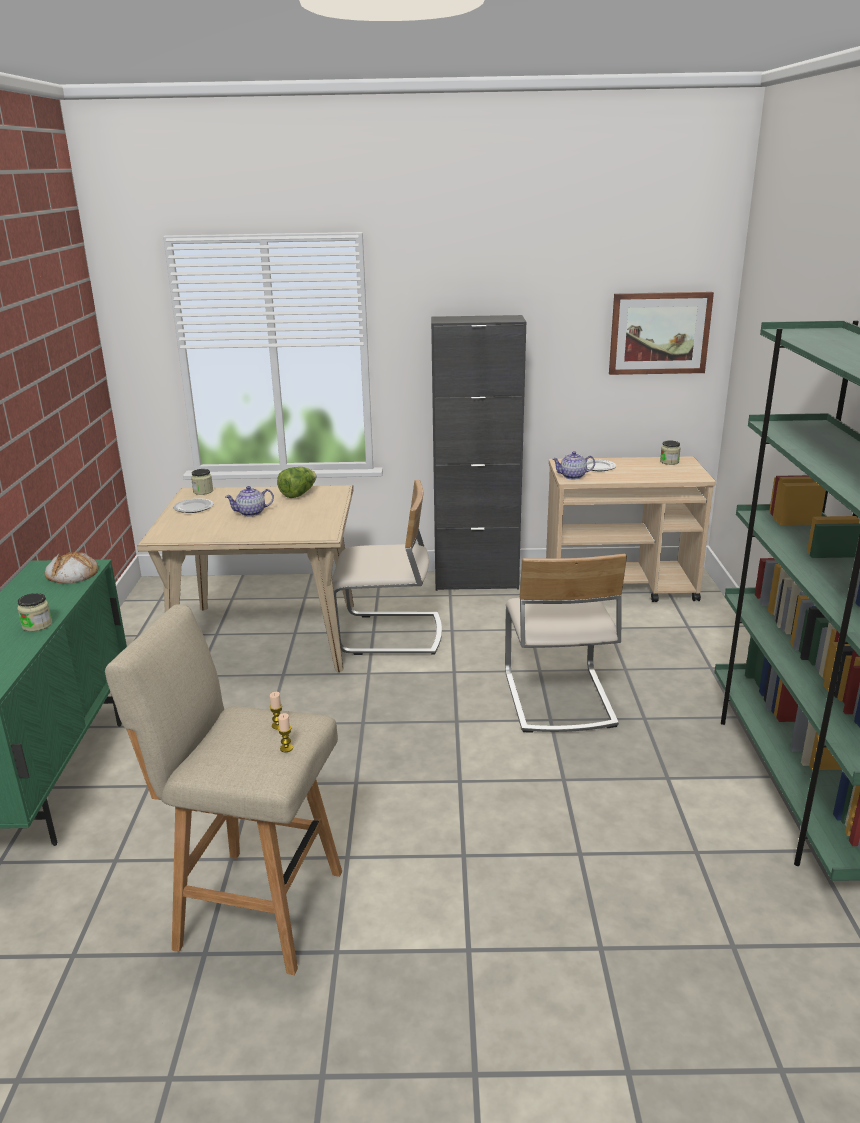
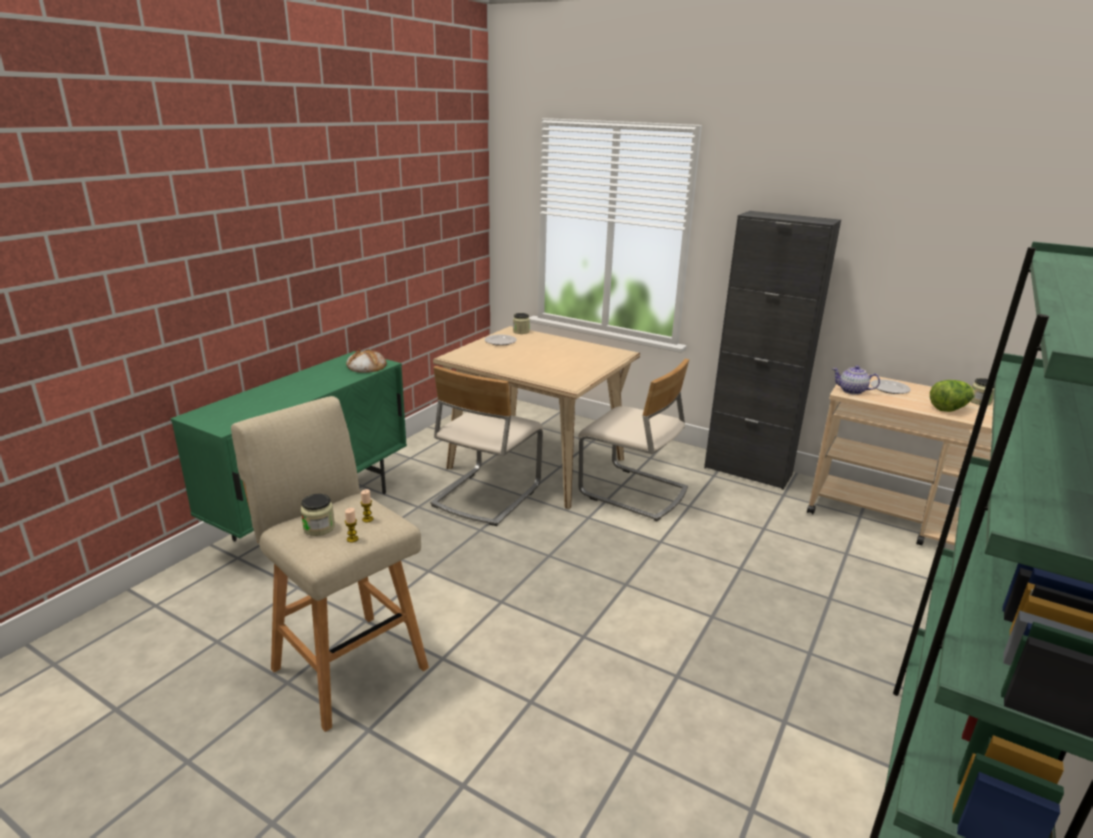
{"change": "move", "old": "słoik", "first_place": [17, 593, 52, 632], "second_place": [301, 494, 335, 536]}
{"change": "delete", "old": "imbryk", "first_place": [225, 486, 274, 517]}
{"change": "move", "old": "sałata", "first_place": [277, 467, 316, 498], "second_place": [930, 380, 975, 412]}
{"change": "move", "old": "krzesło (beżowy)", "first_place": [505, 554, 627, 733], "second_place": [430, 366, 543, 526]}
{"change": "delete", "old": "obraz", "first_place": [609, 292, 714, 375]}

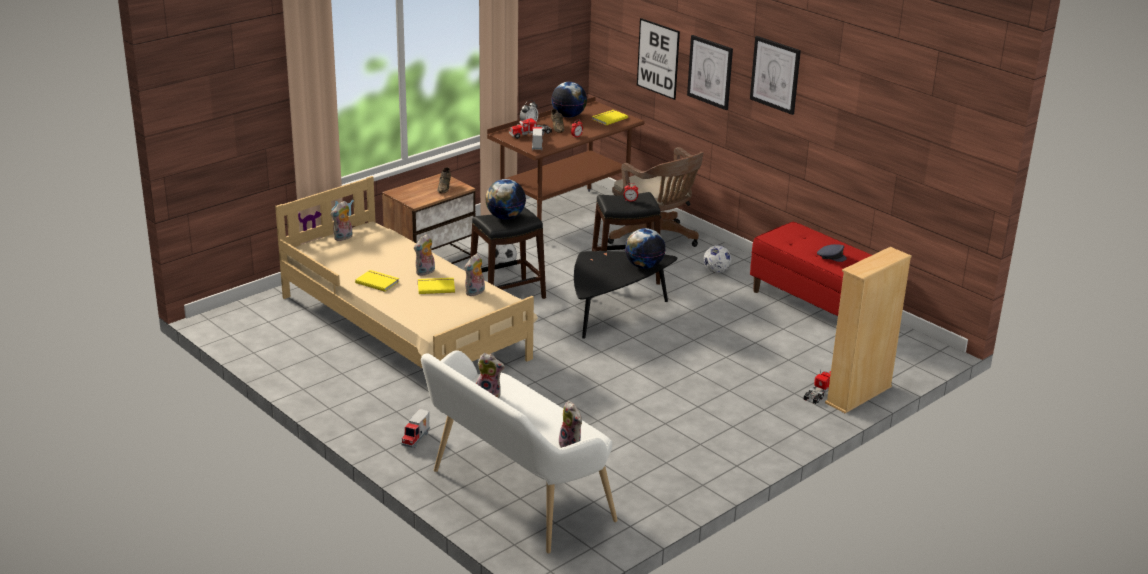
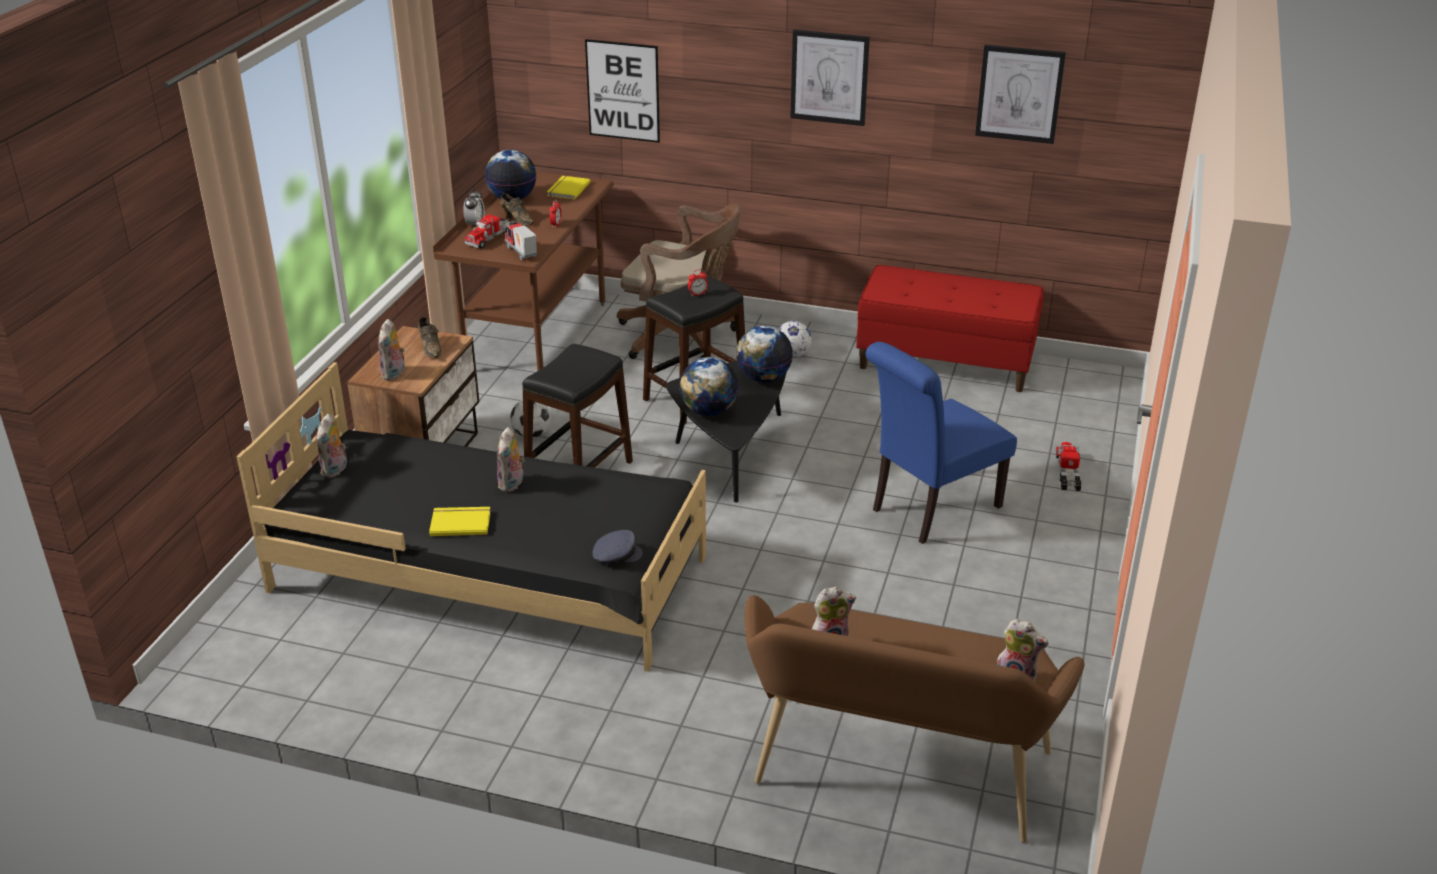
{"change": "recolor", "old": "łóżko (beżowy)", "new": "łóżko (czarny)", "first_place": [275, 176, 538, 369], "second_place": [236, 362, 706, 672]}
{"change": "delete", "old": "ciężarówka zabawkowa", "first_place": [401, 409, 430, 449]}
{"change": "delete", "old": "książka (żółty)", "first_place": [418, 278, 455, 294]}
{"change": "recolor", "old": "ławka (biały)", "new": "ławka (brązowy)", "first_place": [421, 350, 618, 554], "second_place": [745, 595, 1085, 843]}
{"change": "move", "old": "pluszak", "first_place": [464, 253, 485, 296], "second_place": [378, 319, 405, 381]}
{"change": "move", "old": "globus", "first_place": [486, 179, 526, 219], "second_place": [679, 357, 738, 416]}
{"change": "move", "old": "obraz", "first_place": [687, 35, 733, 110], "second_place": [975, 45, 1066, 144]}
{"change": "move", "old": "czapka z daszkiem (szary)", "first_place": [817, 244, 847, 262], "second_place": [592, 530, 643, 565]}
{"change": "delete", "old": "regał (beżowy)", "first_place": [825, 247, 912, 413]}
{"change": "insert", "new": "krzesło (niebieski)", "second_place": [866, 342, 1017, 544]}

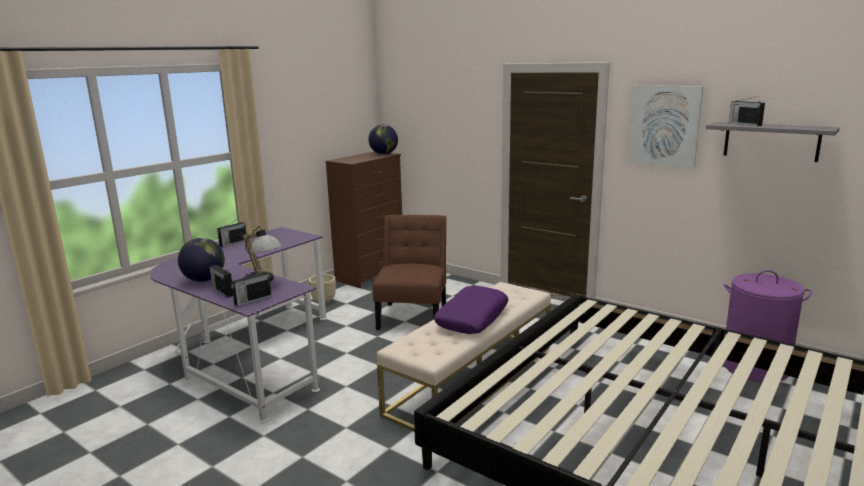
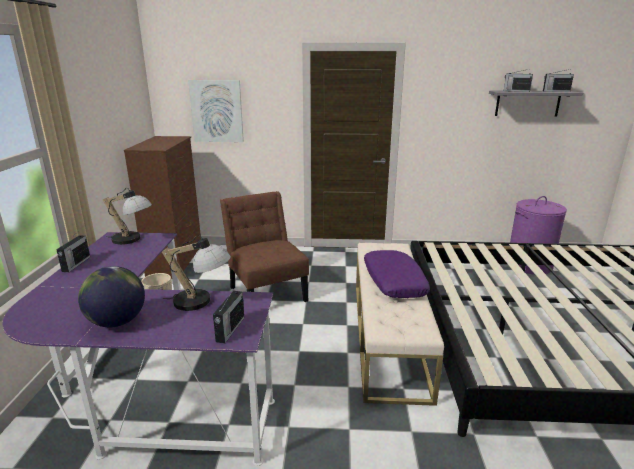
{"change": "move", "old": "radio", "first_place": [209, 265, 233, 298], "second_place": [543, 69, 574, 92]}
{"change": "delete", "old": "globus", "first_place": [369, 125, 398, 155]}
{"change": "move", "old": "obraz", "first_place": [628, 85, 704, 168], "second_place": [188, 80, 244, 142]}
{"change": "insert", "new": "lampa stołowa", "second_place": [103, 188, 152, 245]}

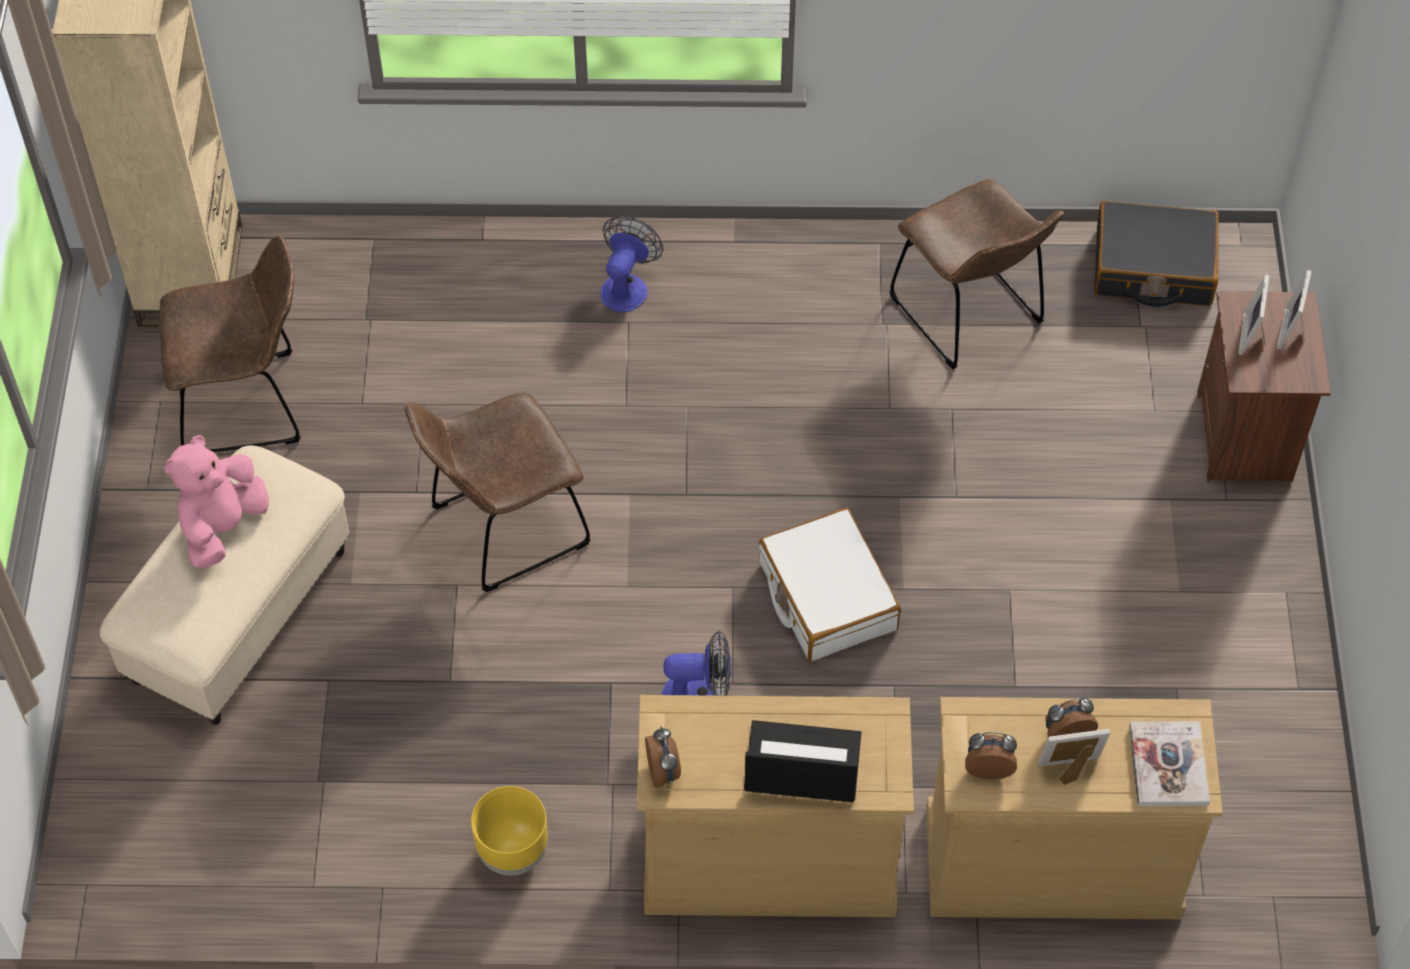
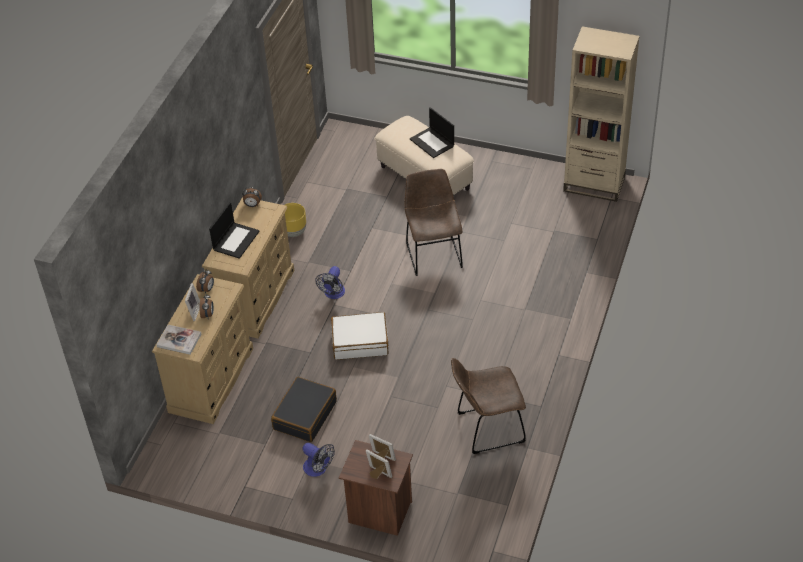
{"change": "delete", "old": "krzesło (brązowy)", "first_place": [159, 235, 301, 452]}
{"change": "replace", "old": "pluszak (różowy)", "new": "laptop", "first_place": [164, 435, 269, 569], "second_place": [410, 107, 454, 158]}
{"change": "move", "old": "wentylator", "first_place": [601, 216, 663, 312], "second_place": [302, 443, 335, 477]}
{"change": "move", "old": "walizka (czarny)", "first_place": [1094, 201, 1219, 307], "second_place": [271, 377, 337, 442]}

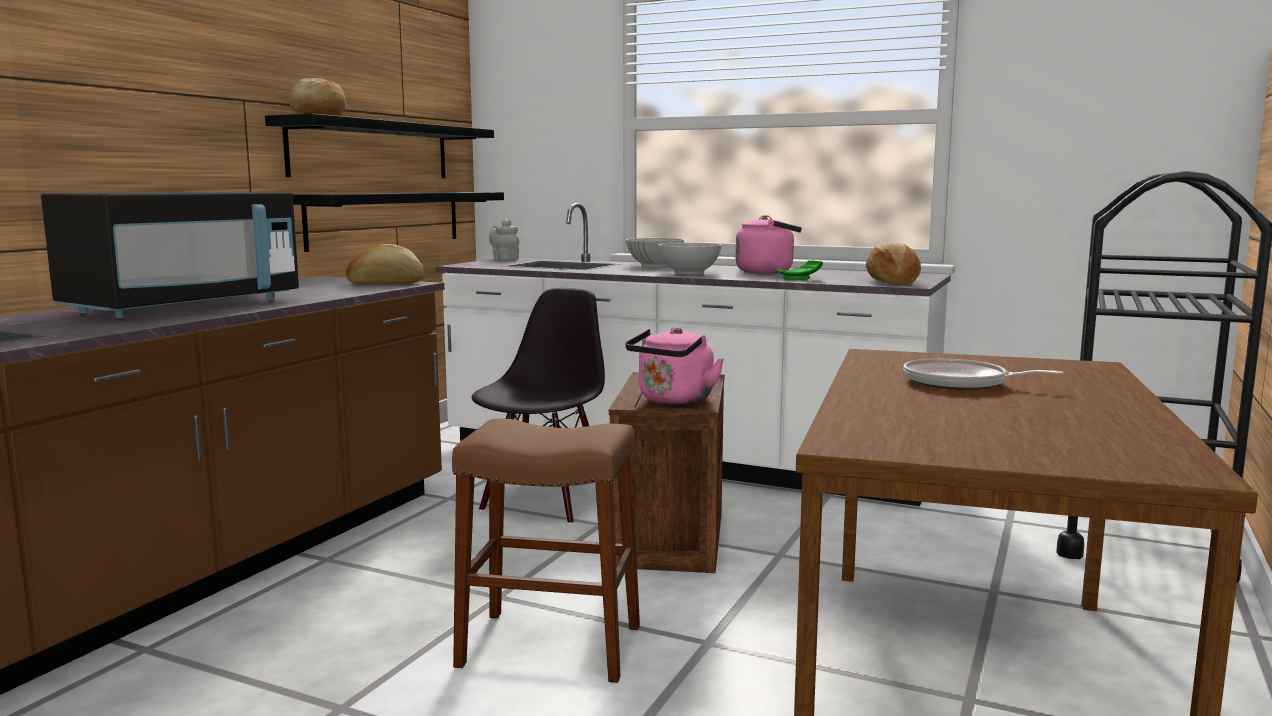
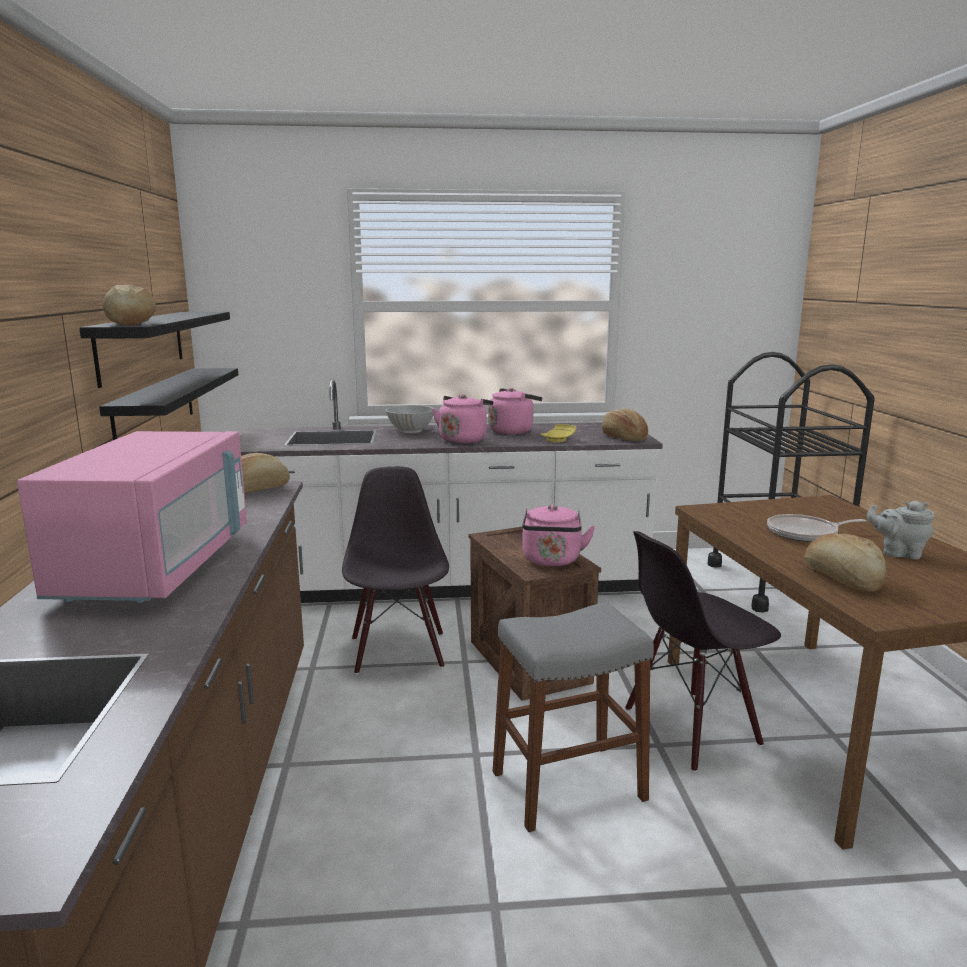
{"change": "recolor", "old": "mikrofalówka (czarny)", "new": "mikrofalówka (różowy)", "first_place": [41, 192, 299, 318], "second_place": [17, 431, 247, 603]}
{"change": "recolor", "old": "stołek (brązowy)", "new": "stołek (szary)", "first_place": [452, 418, 640, 683], "second_place": [493, 602, 654, 832]}
{"change": "move", "old": "imbryk (szary)", "first_place": [489, 219, 519, 260], "second_place": [867, 501, 935, 559]}
{"change": "replace", "old": "miska (biały)", "new": "czajnik (różowy)", "first_place": [658, 242, 722, 274], "second_place": [432, 394, 493, 444]}
{"change": "recolor", "old": "talerz (zielony)", "new": "talerz (żółty)", "first_place": [777, 260, 823, 280], "second_place": [540, 424, 576, 442]}
{"change": "insert", "new": "krzesło (czarny)", "second_place": [625, 531, 781, 772]}
{"change": "insert", "new": "chleb", "second_place": [804, 534, 886, 592]}

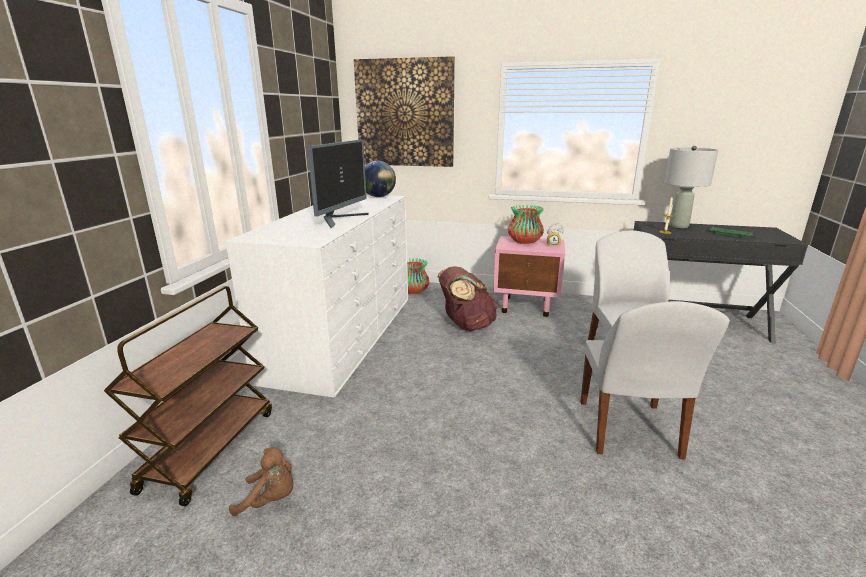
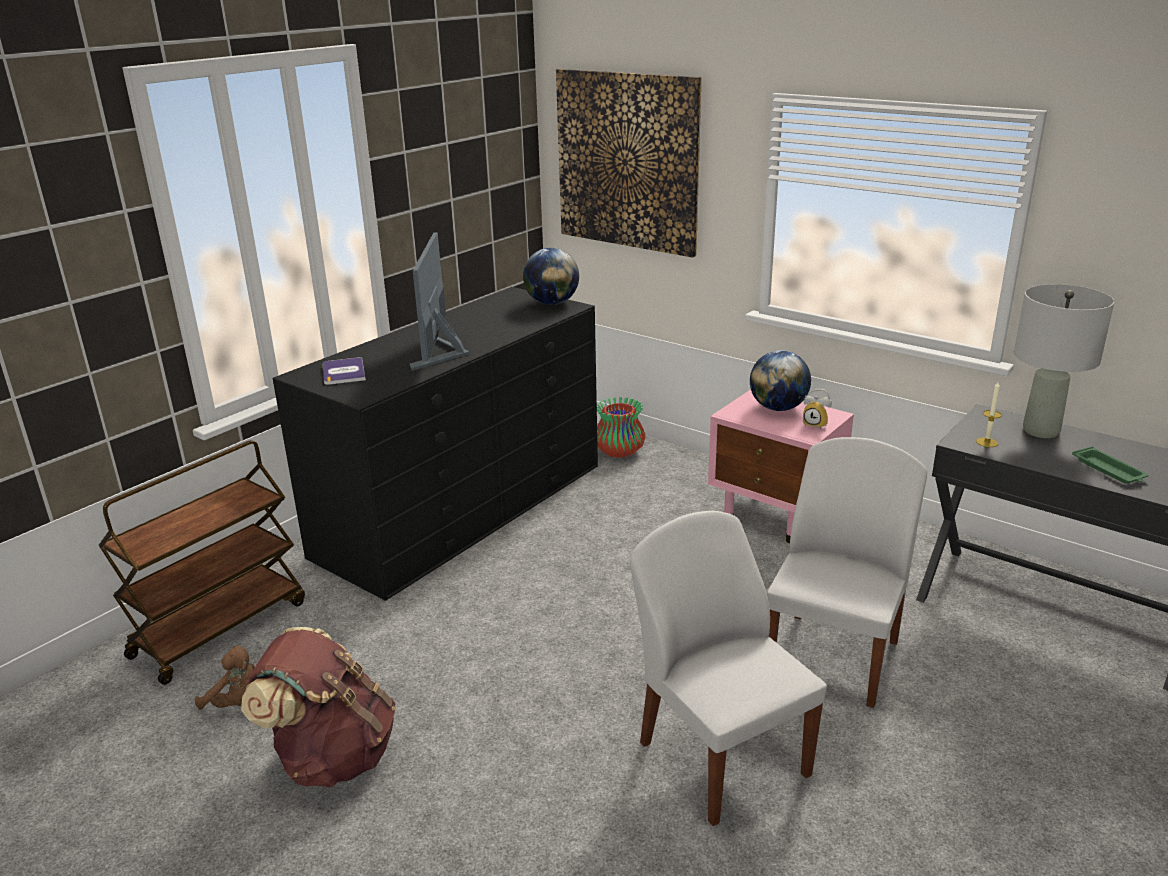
{"change": "recolor", "old": "komoda (biały)", "new": "komoda (czarny)", "first_place": [225, 194, 408, 398], "second_place": [273, 287, 598, 601]}
{"change": "rotate", "old": "monitor", "first_place": [307, 140, 369, 228], "second_place": [410, 232, 470, 371], "degrees": 135}
{"change": "move", "old": "plecak (brązowy)", "first_place": [438, 266, 498, 331], "second_place": [241, 627, 396, 787]}
{"change": "replace", "old": "wazon", "new": "globus", "first_place": [508, 205, 544, 244], "second_place": [750, 350, 811, 411]}
{"change": "rotate", "old": "krzesło (biały)", "first_place": [580, 301, 729, 460], "second_place": [630, 511, 827, 826], "degrees": 120}
{"change": "insert", "new": "książka", "second_place": [323, 357, 366, 385]}

